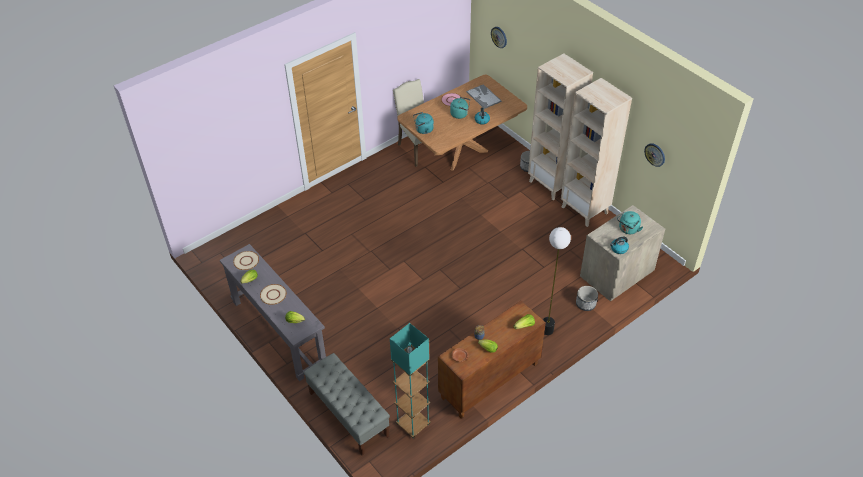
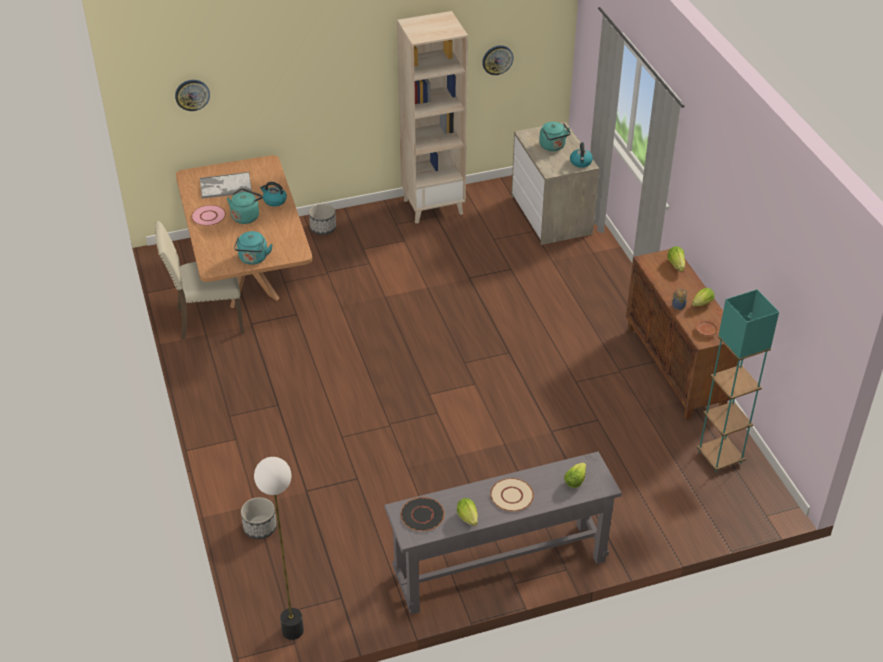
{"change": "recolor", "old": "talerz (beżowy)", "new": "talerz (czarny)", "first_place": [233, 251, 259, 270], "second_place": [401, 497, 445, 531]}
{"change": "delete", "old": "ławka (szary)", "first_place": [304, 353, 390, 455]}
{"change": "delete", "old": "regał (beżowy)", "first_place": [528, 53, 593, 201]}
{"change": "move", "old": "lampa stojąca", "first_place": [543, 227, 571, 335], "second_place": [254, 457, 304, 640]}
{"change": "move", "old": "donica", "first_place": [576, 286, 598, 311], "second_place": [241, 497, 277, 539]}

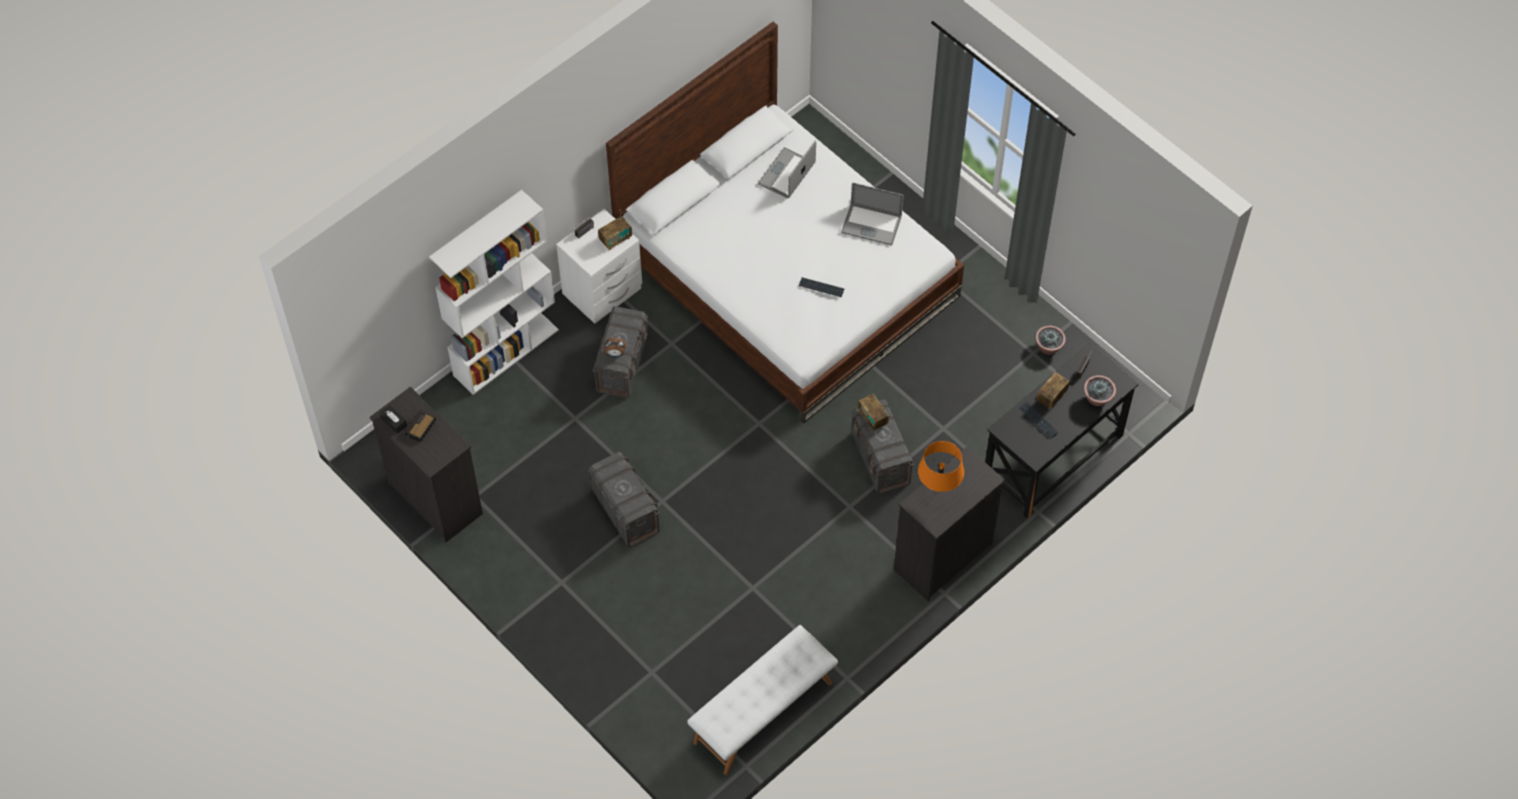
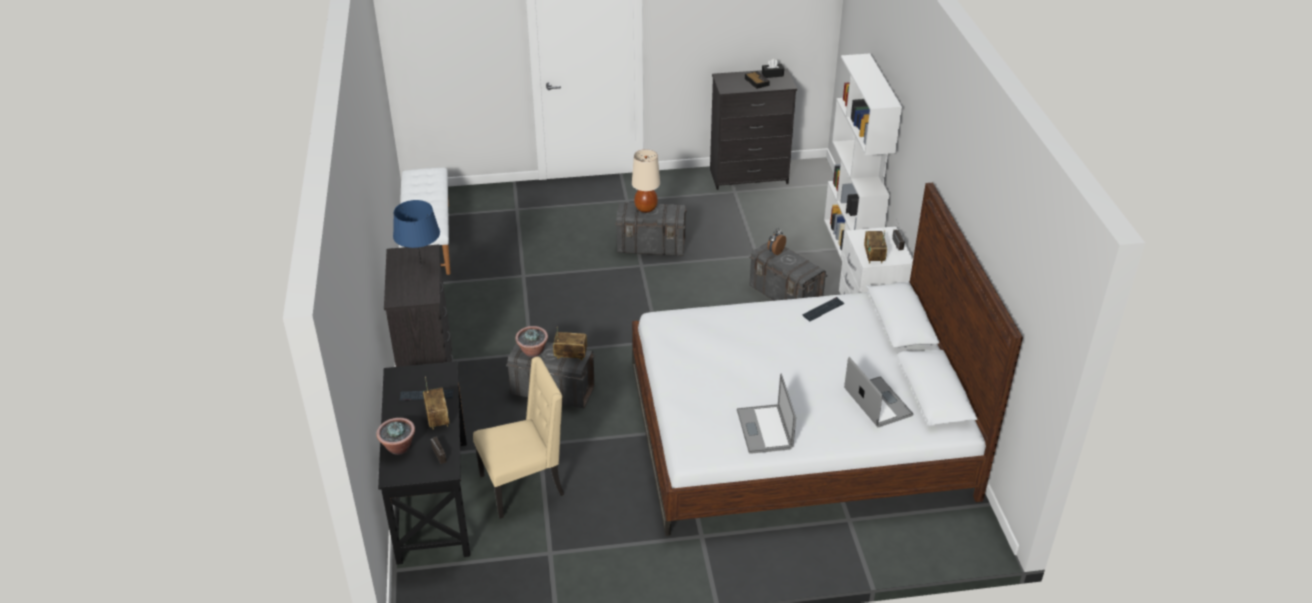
{"change": "move", "old": "klawiatura", "first_place": [798, 277, 844, 297], "second_place": [803, 297, 844, 321]}
{"change": "rotate", "old": "laptop", "first_place": [841, 182, 903, 246], "second_place": [737, 374, 796, 454], "degrees": -60}
{"change": "recolor", "old": "lampa stołowa (pomarańczowy)", "new": "lampa stołowa (niebieski)", "first_place": [918, 441, 964, 492], "second_place": [393, 200, 440, 268]}
{"change": "move", "old": "roślina doniczkowa", "first_place": [1035, 325, 1066, 355], "second_place": [515, 326, 548, 357]}
{"change": "insert", "new": "krzesło (beżowy)", "second_place": [473, 357, 564, 519]}
{"change": "insert", "new": "lampa stołowa (beżowy)", "second_place": [632, 149, 660, 213]}

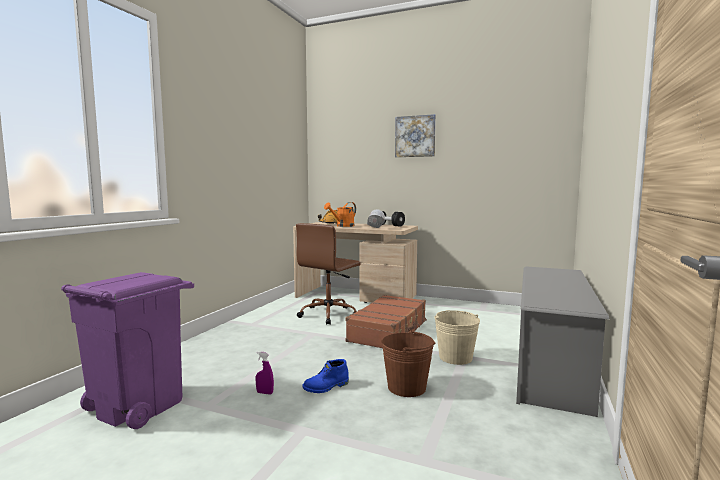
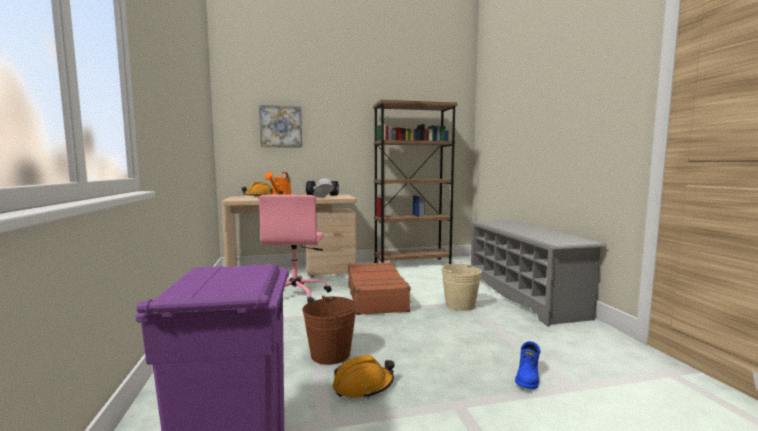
{"change": "replace", "old": "spryskiwacz (fioletowy)", "new": "kask (pomarańczowy)", "first_place": [255, 351, 274, 394], "second_place": [333, 355, 395, 399]}
{"change": "recolor", "old": "krzesło biurowe (brązowy)", "new": "krzesło biurowe (różowy)", "first_place": [296, 223, 360, 325], "second_place": [259, 194, 332, 303]}
{"change": "move", "old": "but z cholewką (niebieski)", "first_place": [302, 359, 349, 393], "second_place": [515, 341, 540, 389]}
{"change": "move", "old": "wiadro (brązowy)", "first_place": [381, 330, 436, 397], "second_place": [302, 296, 357, 365]}
{"change": "move", "old": "obraz", "first_place": [395, 114, 436, 157], "second_place": [259, 105, 302, 148]}
{"change": "insert", "new": "regał (brązowy)", "second_place": [373, 100, 458, 266]}

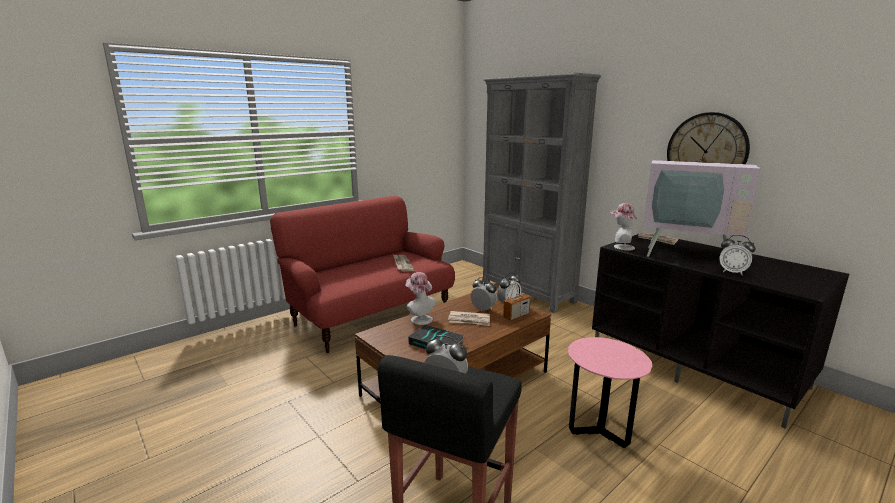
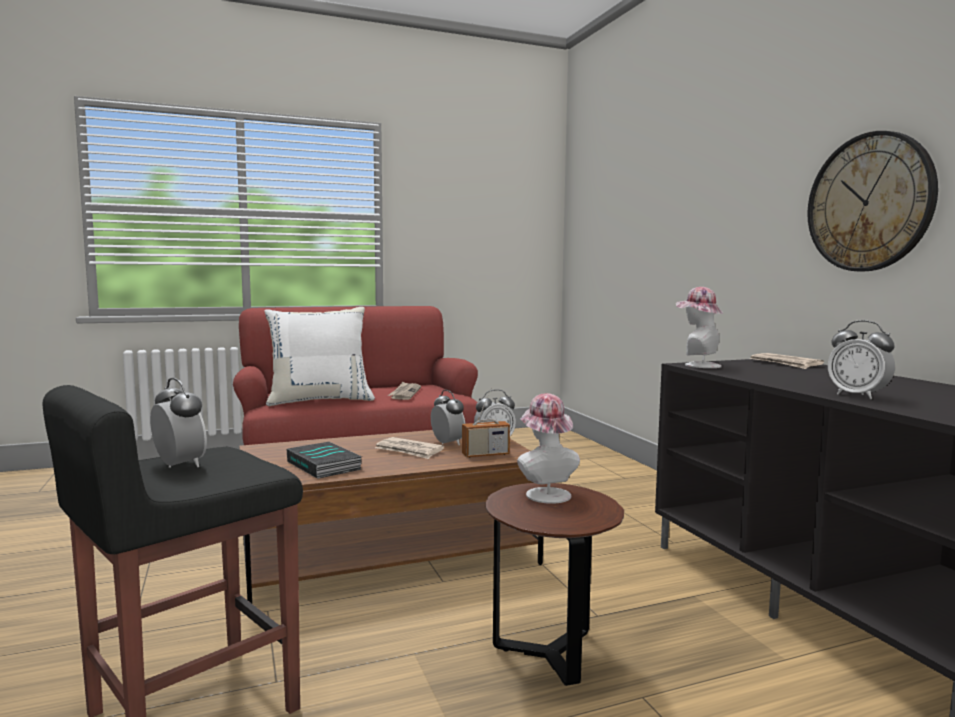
{"change": "move", "old": "kapelusz", "first_place": [405, 272, 435, 325], "second_place": [517, 393, 580, 504]}
{"change": "delete", "old": "regał (szary)", "first_place": [482, 73, 601, 313]}
{"change": "recolor", "old": "stolik (różowy)", "new": "stolik (brązowy)", "first_place": [568, 337, 652, 448], "second_place": [486, 483, 624, 686]}
{"change": "delete", "old": "telewizor", "first_place": [643, 123, 760, 257]}
{"change": "insert", "new": "poduszka (biały)", "second_place": [264, 307, 375, 406]}

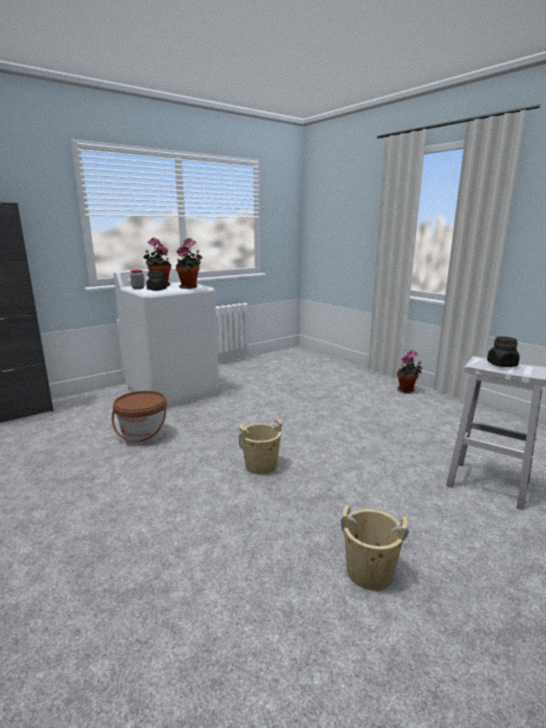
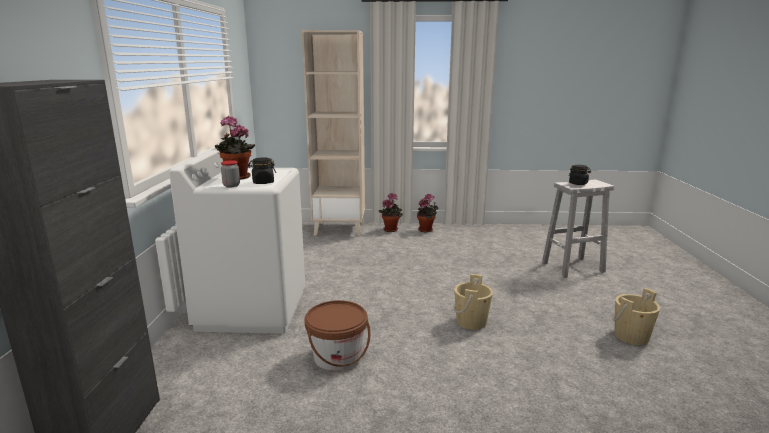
{"change": "move", "old": "roślina doniczkowa", "first_place": [176, 238, 203, 289], "second_place": [379, 193, 403, 232]}
{"change": "insert", "new": "regał (beżowy)", "second_place": [302, 30, 365, 236]}

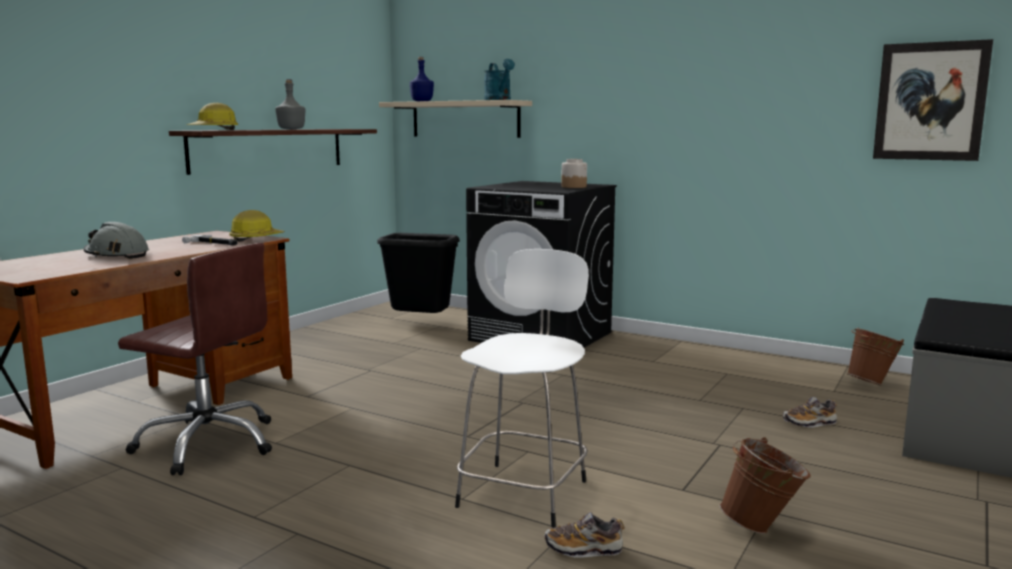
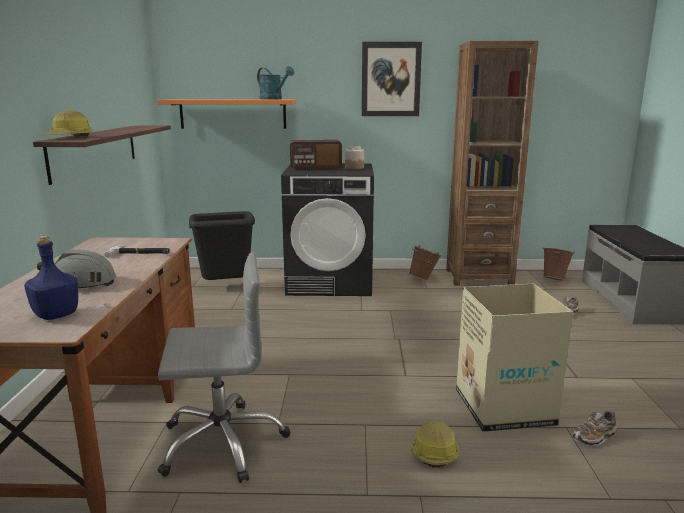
{"change": "recolor", "old": "krzesło biurowe (brązowy)", "new": "krzesło biurowe (szary)", "first_place": [118, 243, 272, 475], "second_place": [157, 252, 290, 483]}
{"change": "move", "old": "kask", "first_place": [229, 210, 285, 242], "second_place": [411, 421, 459, 468]}
{"change": "delete", "old": "butelka (szary)", "first_place": [275, 79, 305, 129]}
{"change": "recolor", "old": "półka (beżowy)", "new": "półka (pomarańczowy)", "first_place": [379, 100, 532, 138], "second_place": [157, 99, 296, 129]}
{"change": "move", "old": "butelka (niebieski)", "first_place": [410, 57, 434, 101], "second_place": [24, 236, 78, 320]}
{"change": "replace", "old": "stołek (biały)", "new": "karton", "first_place": [455, 249, 589, 528], "second_place": [456, 284, 573, 432]}
{"change": "move", "old": "wiadro (brązowy)", "first_place": [720, 437, 810, 534], "second_place": [409, 245, 441, 281]}
{"change": "move", "old": "obraz", "first_place": [873, 39, 993, 161], "second_place": [362, 42, 422, 116]}
{"change": "insert", "new": "radio", "second_place": [290, 140, 342, 170]}
{"change": "insert", "new": "regał (brązowy)", "second_place": [446, 41, 539, 286]}

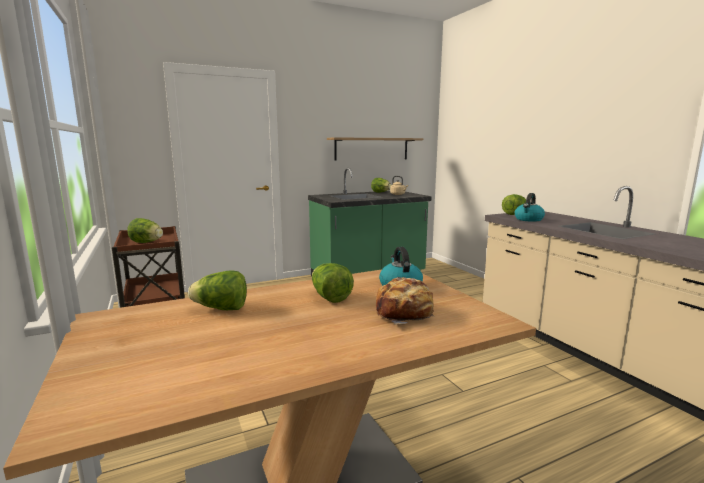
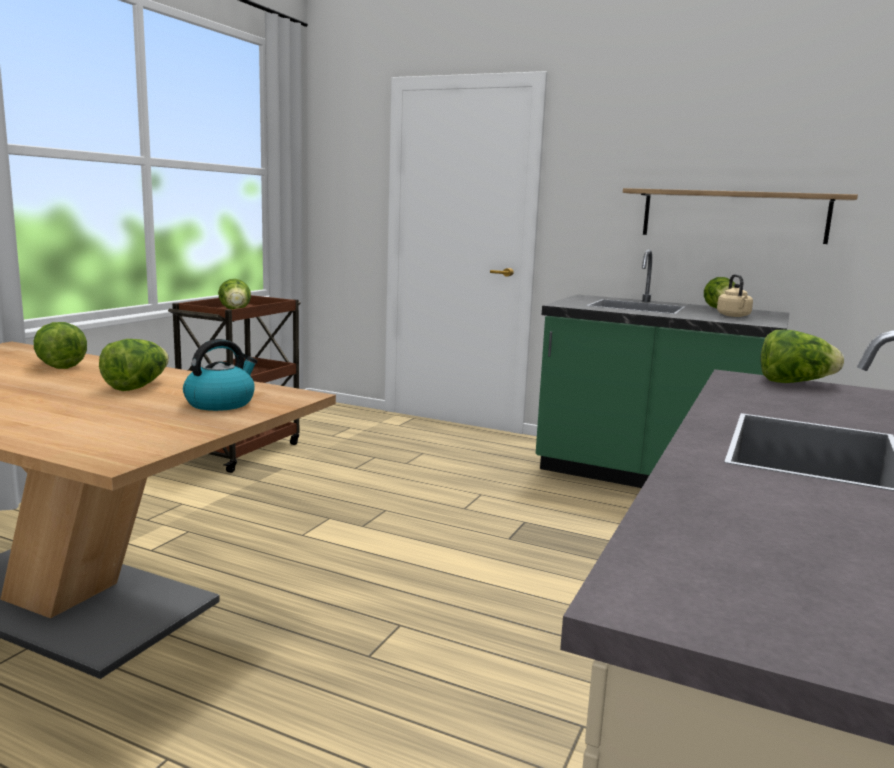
{"change": "delete", "old": "chleb", "first_place": [376, 277, 435, 324]}
{"change": "delete", "old": "czajnik", "first_place": [514, 193, 545, 222]}

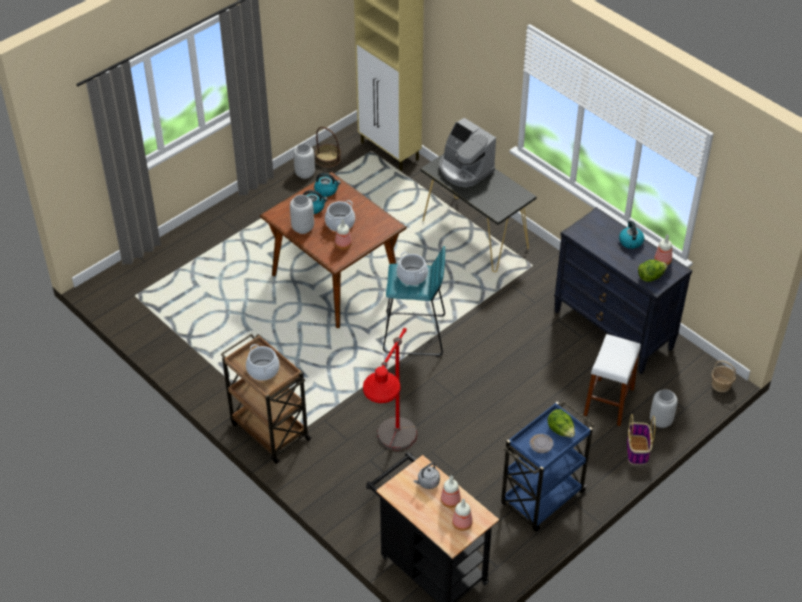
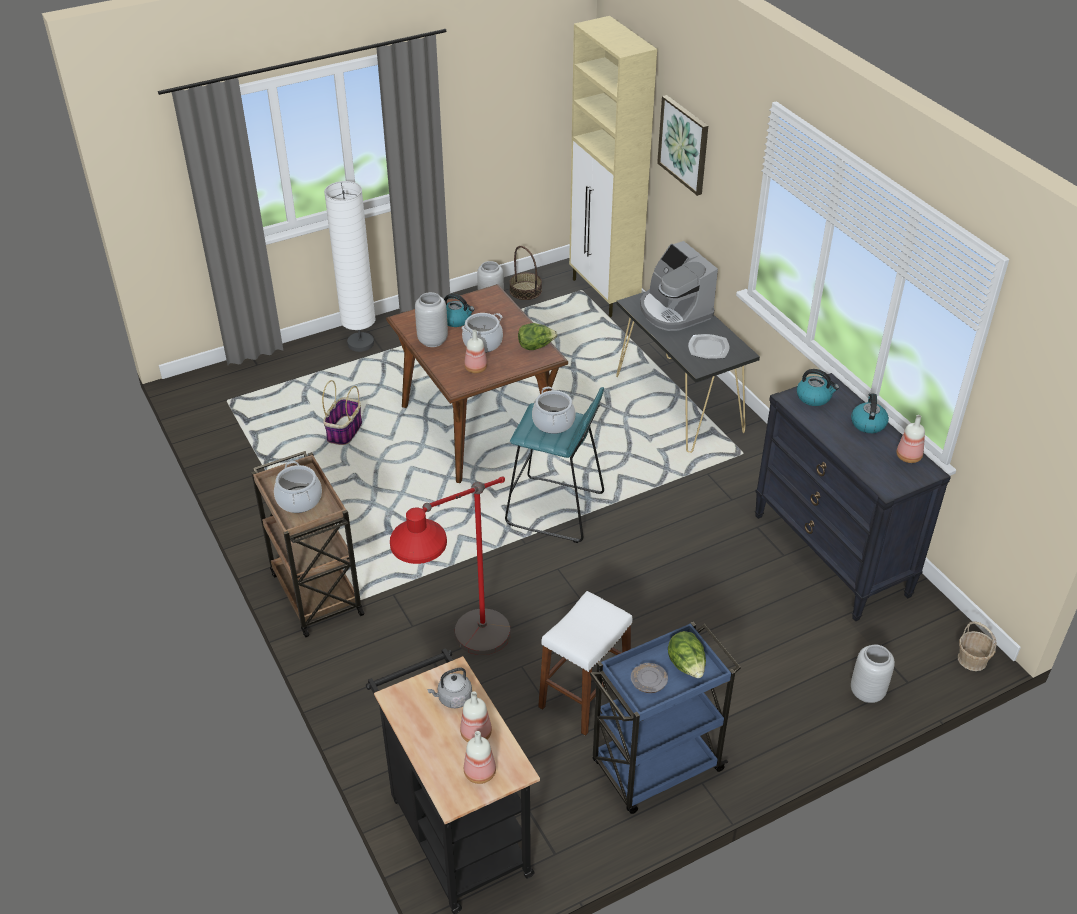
{"change": "move", "old": "czajnik", "first_place": [314, 173, 341, 197], "second_place": [797, 369, 839, 406]}
{"change": "move", "old": "stołek (biały)", "first_place": [584, 334, 641, 426], "second_place": [538, 591, 632, 736]}
{"change": "move", "old": "koszyk", "first_place": [627, 414, 655, 465], "second_place": [322, 380, 362, 445]}
{"change": "move", "old": "sałata", "first_place": [638, 260, 668, 282], "second_place": [518, 323, 557, 350]}
{"change": "insert", "new": "lampa stojąca (biały)", "second_place": [324, 181, 375, 352]}
{"change": "insert", "new": "obraz", "second_place": [657, 95, 708, 196]}
{"change": "insert", "new": "talerz", "second_place": [688, 334, 729, 359]}

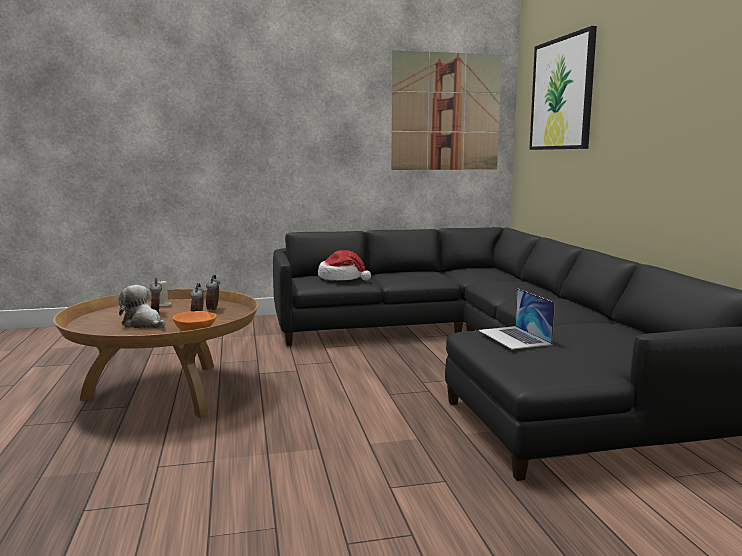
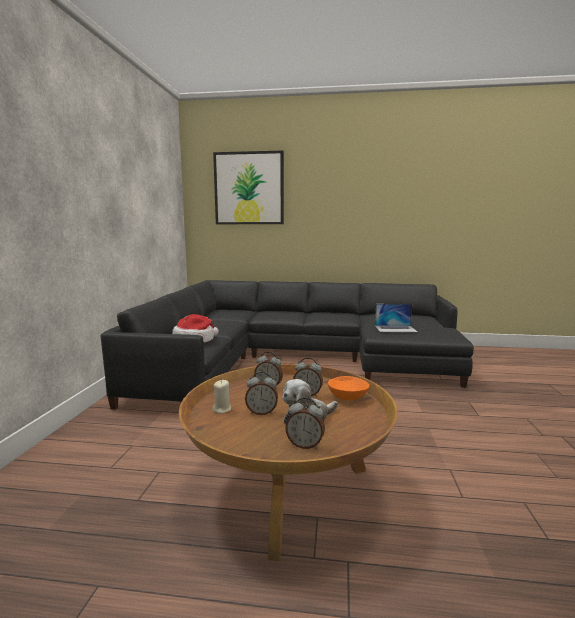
{"change": "delete", "old": "obraz", "first_place": [391, 50, 502, 170]}
{"change": "insert", "new": "budzik", "second_place": [285, 397, 325, 449]}

